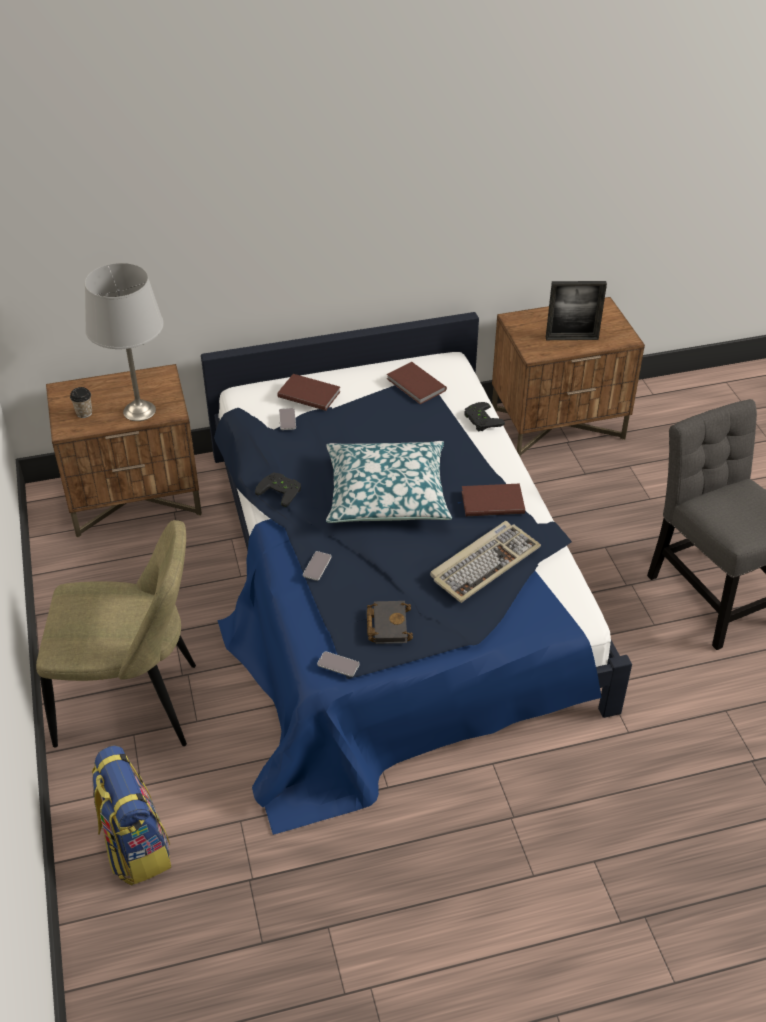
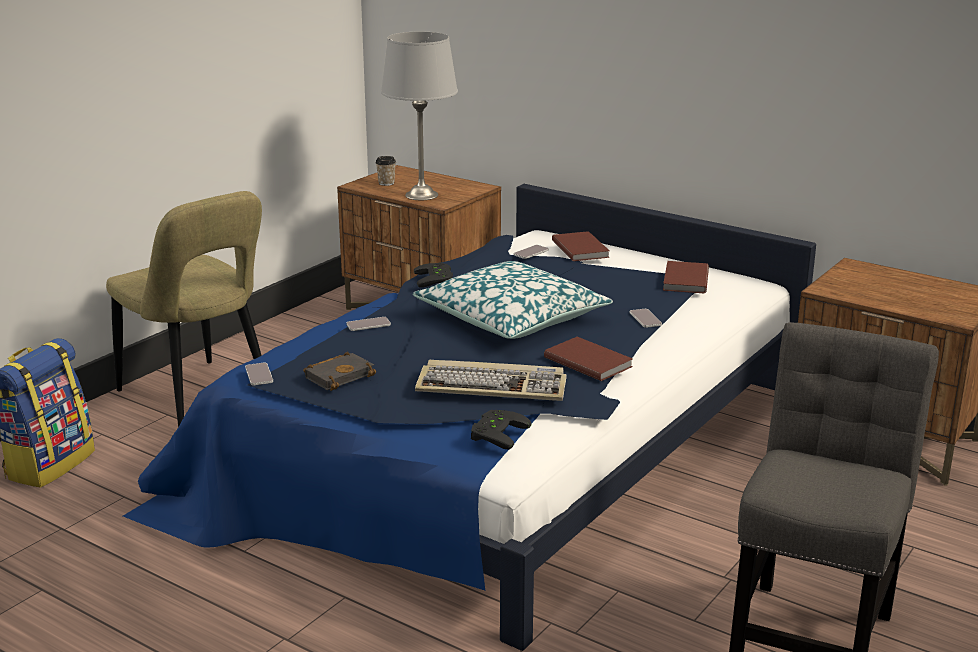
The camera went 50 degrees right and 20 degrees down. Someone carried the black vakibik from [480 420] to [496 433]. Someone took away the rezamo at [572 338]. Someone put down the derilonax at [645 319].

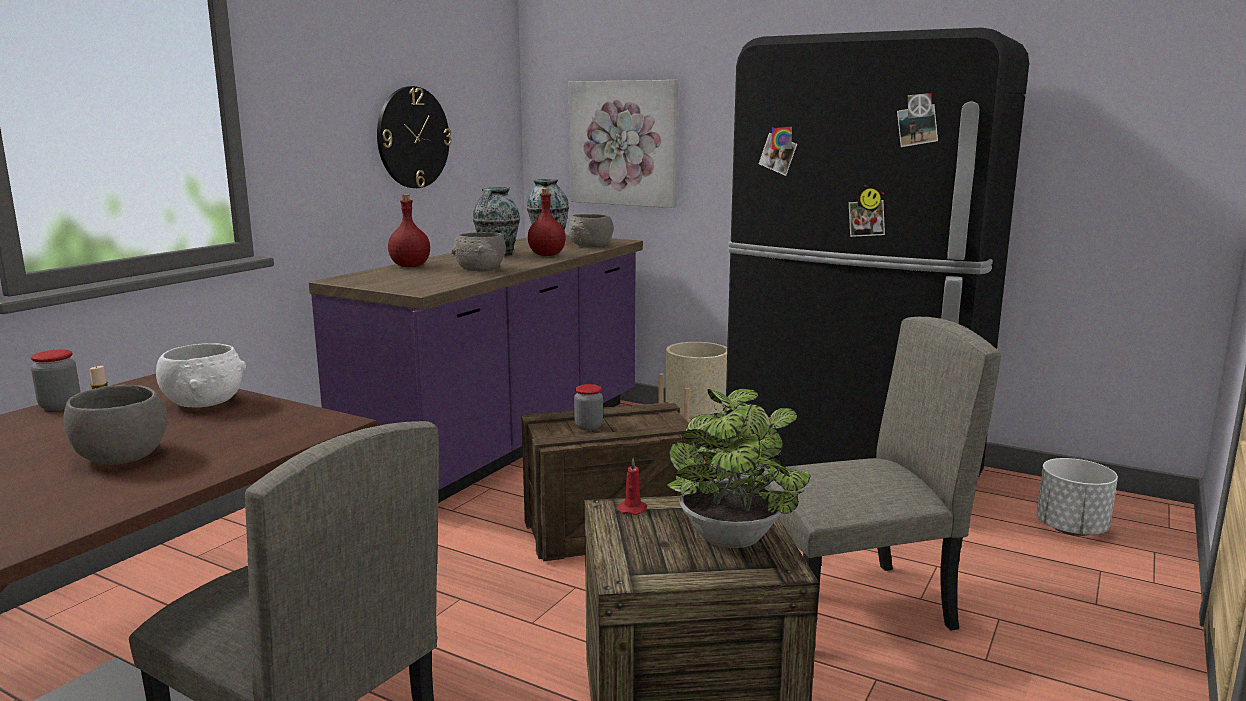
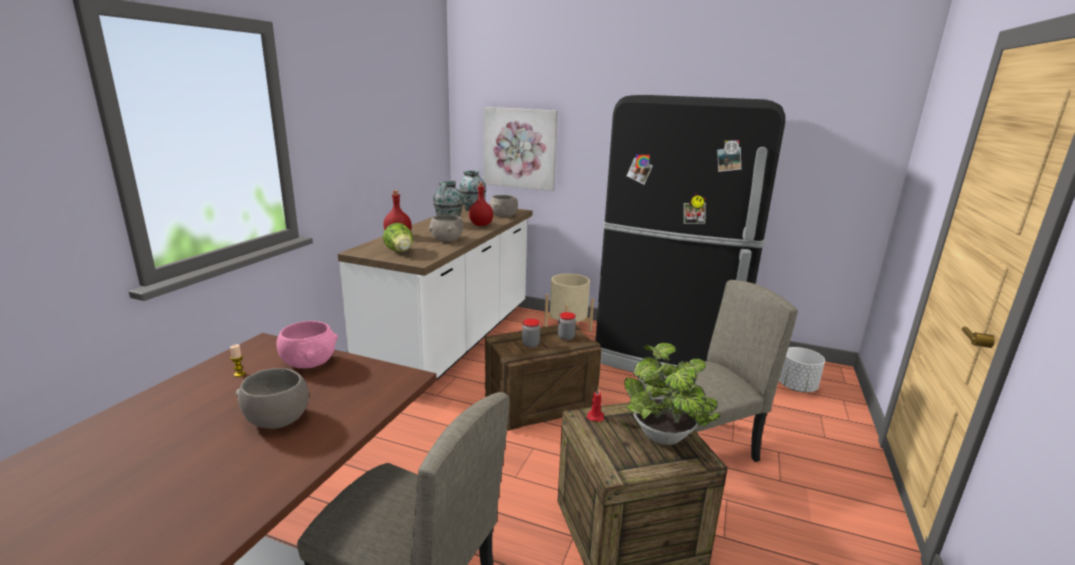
The camera went 10 degrees left and 5 degrees up. Someone carried the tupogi from [60 406] to [566 337]. Someone repainted the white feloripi at [205 402], which became the pink feloripi at [309 362]. Someone repainted the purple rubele at [504 445], which became the white rubele at [453 343]. Someone took away the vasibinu at [413 137]. Someone put down the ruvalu at [400 252].

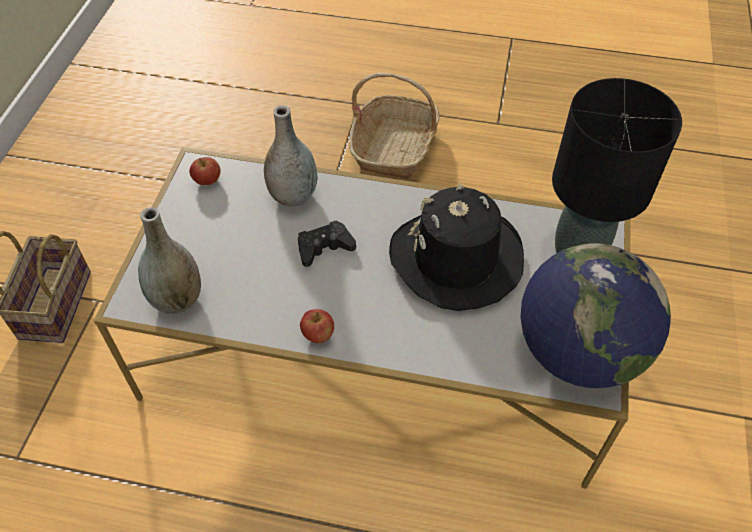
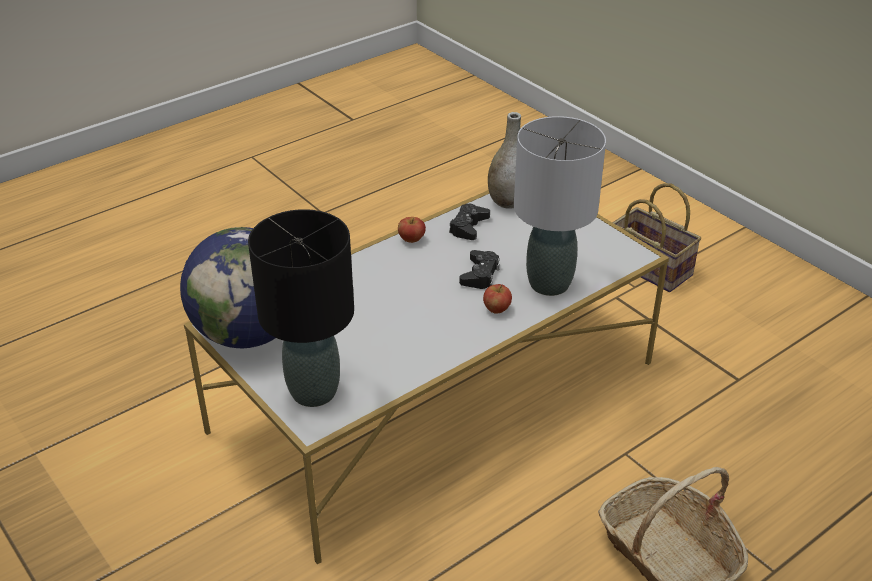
The camera went 130 degrees right and 15 degrees down. Someone carried the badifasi from [207 181] to [496 309]. Someone swapped the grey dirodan at [293 196] for the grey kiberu at [549 284]. Someone took away the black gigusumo at [456 259]. Someone put down the black vakibik at [468 227].

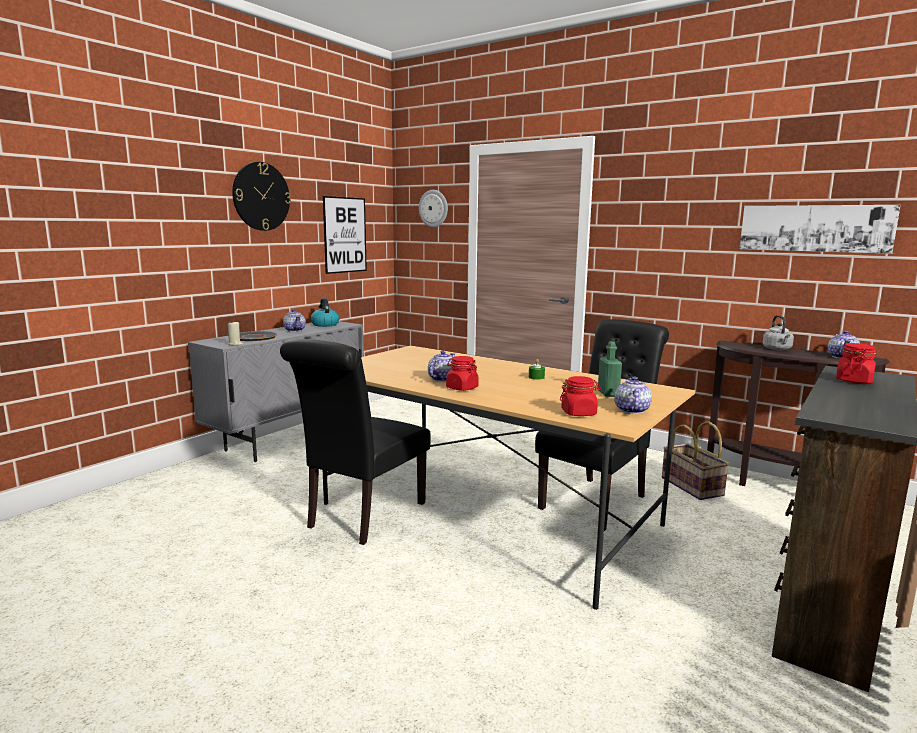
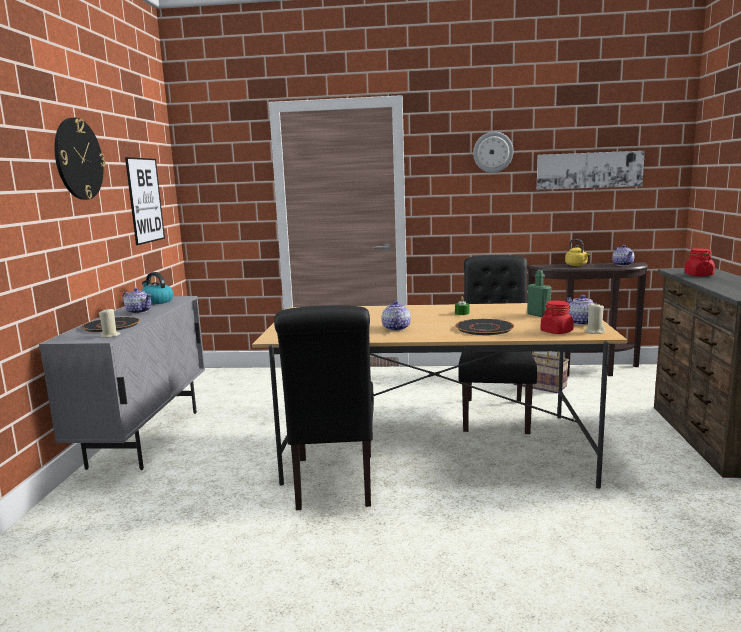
The camera went 30 degrees left and 0 degrees up. Someone carried the vasibinu from [433 208] to [493 152]. Someone took away the red tupogi at [461 388]. Someone repainted the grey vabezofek at [777 349], which became the yellow vabezofek at [577 265]. Someone put down the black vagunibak at [484 328]. Someone put down the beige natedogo at [594 332].

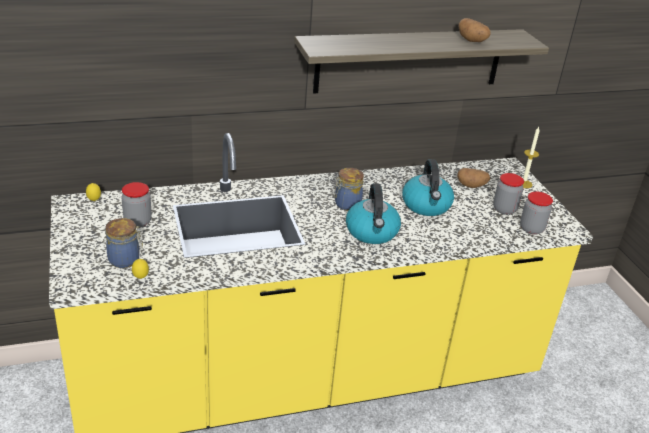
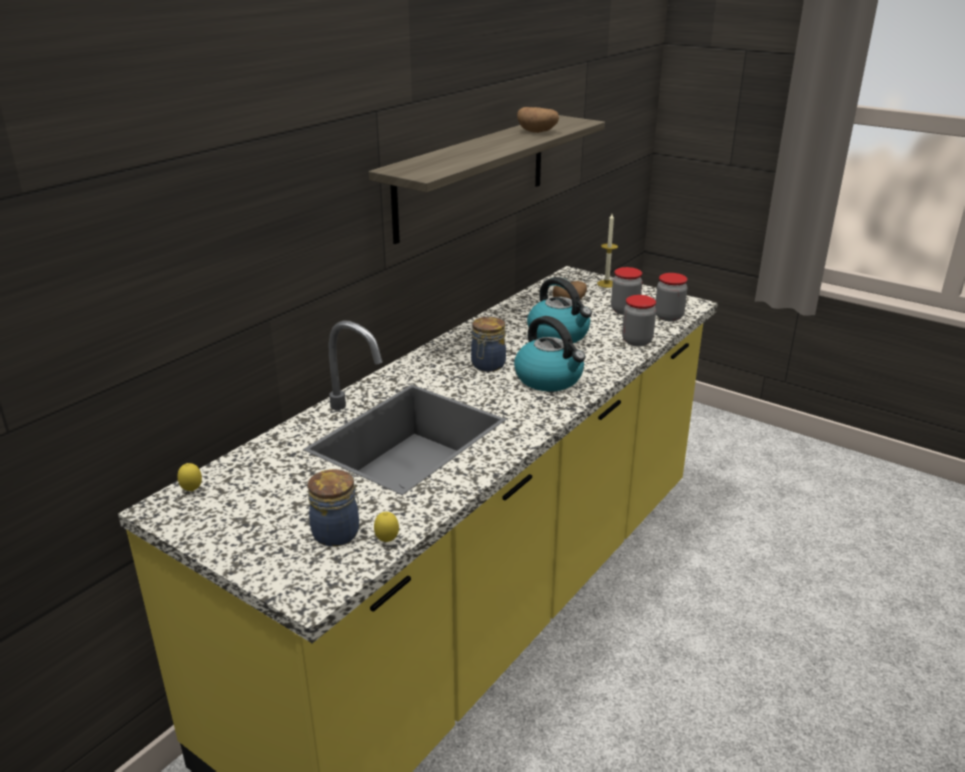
The camera went 35 degrees left and 5 degrees down. Someone carried the tupogi from [138 222] to [637 341].

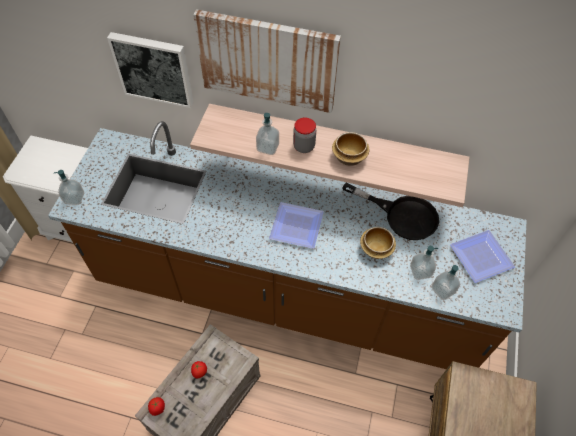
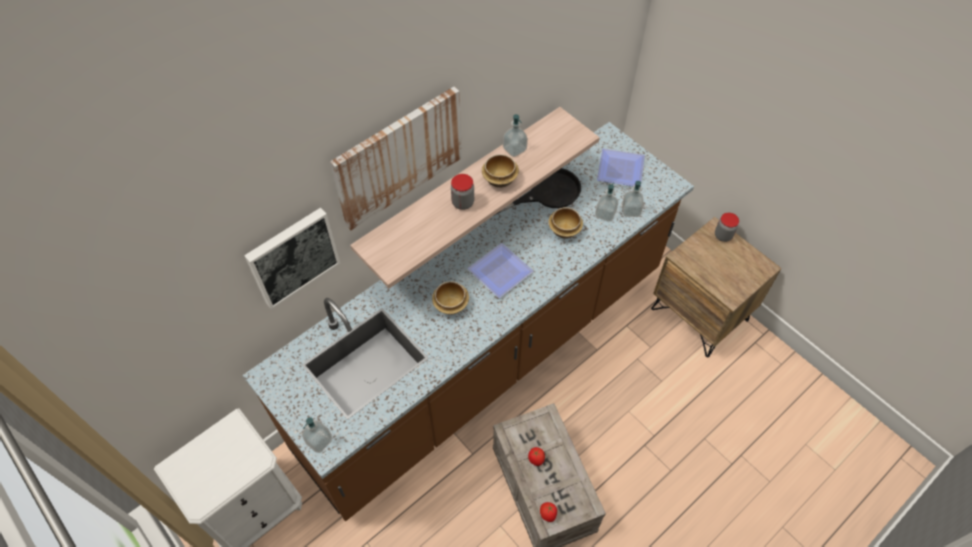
The camera went 55 degrees left and 0 degrees up. Someone carried the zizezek from [267 147] to [514 149]. Someone put down the feloripi at [451 305]. Someone put down the tupogi at [723 235].

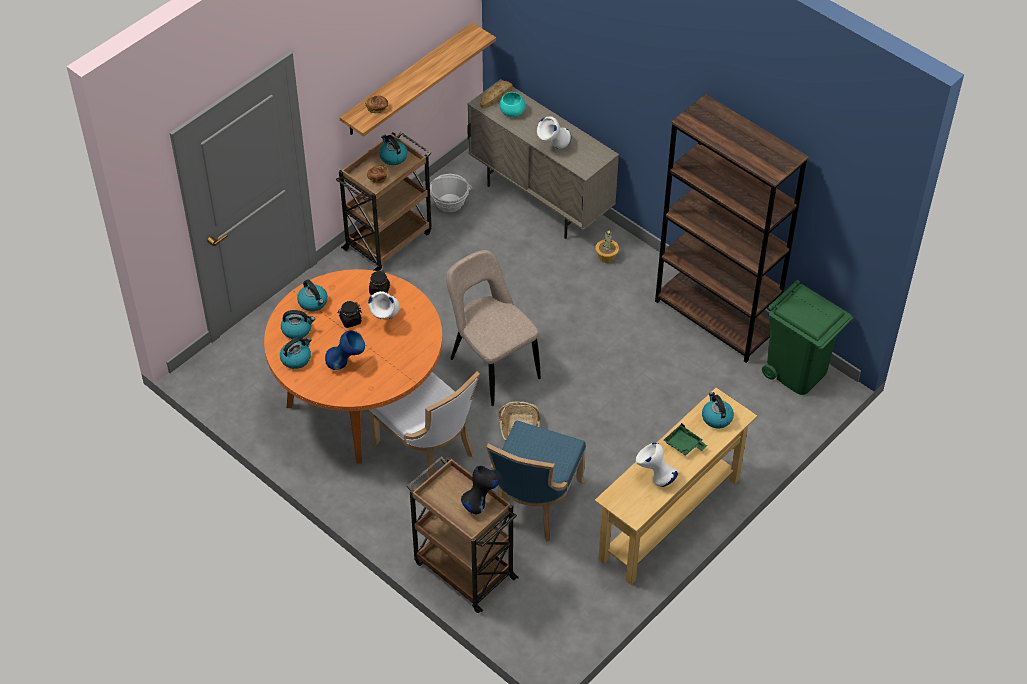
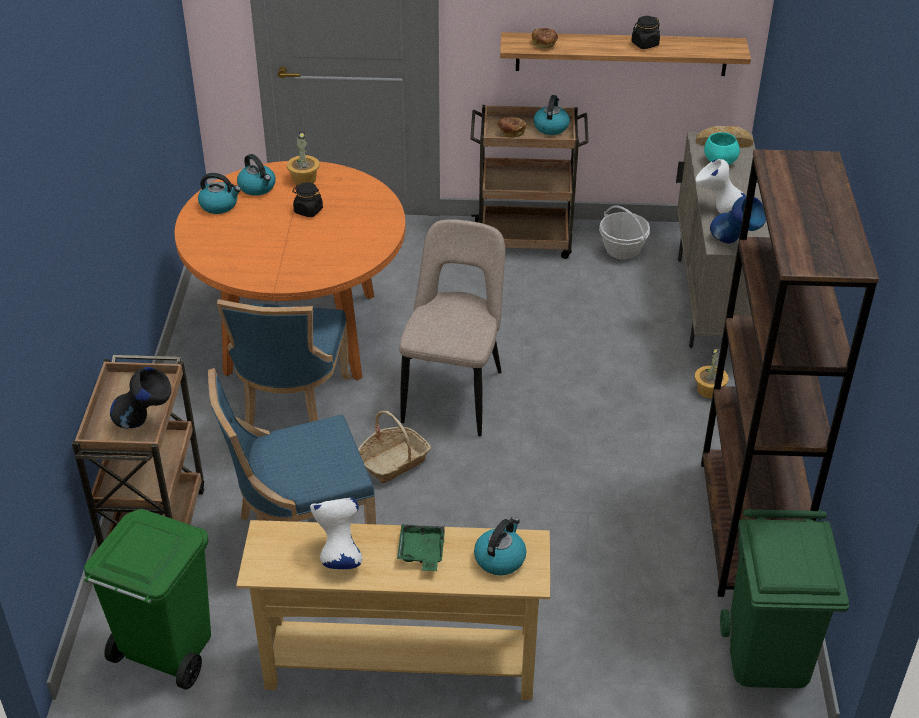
The camera went 50 degrees right and 10 degrees down. Someone swapped the vabezofek at [313 302] for the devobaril at [304 179]. Someone carried the blue dirodan from [346 364] to [735 243]. Someone took away the white dirodan at [385 320]. Someone carried the black tupogi from [379 290] to [644 44]. Someone repainted the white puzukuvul at [428 450], which became the blue puzukuvul at [292 411]. Someone put down the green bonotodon at [166 652].

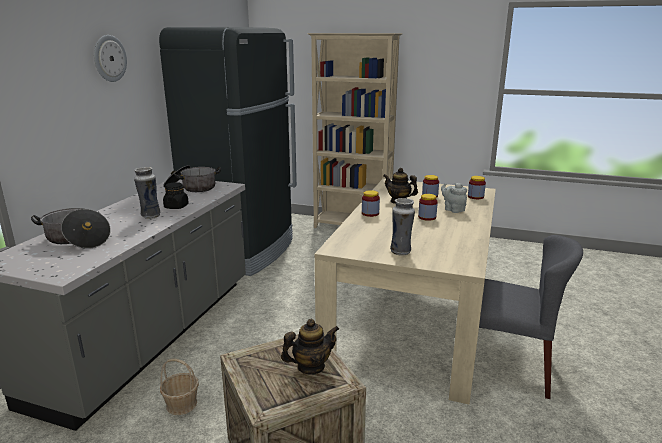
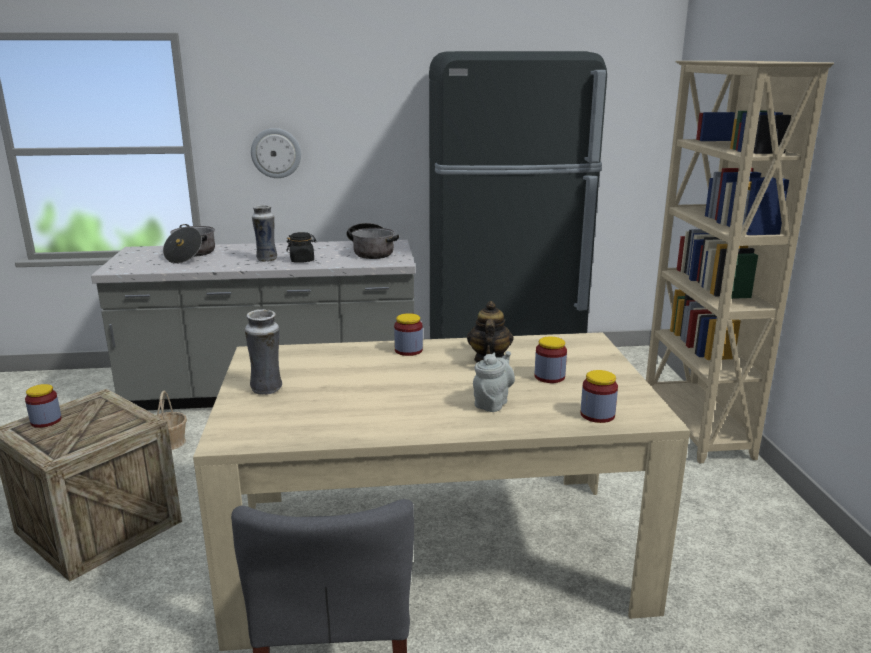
The camera went 65 degrees right and 0 degrees up. Someone carried the vasibinu from [109 58] to [276 153]. Someone took away the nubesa at [311 367]. Someone carried the tupogi from [427 217] to [46 421].

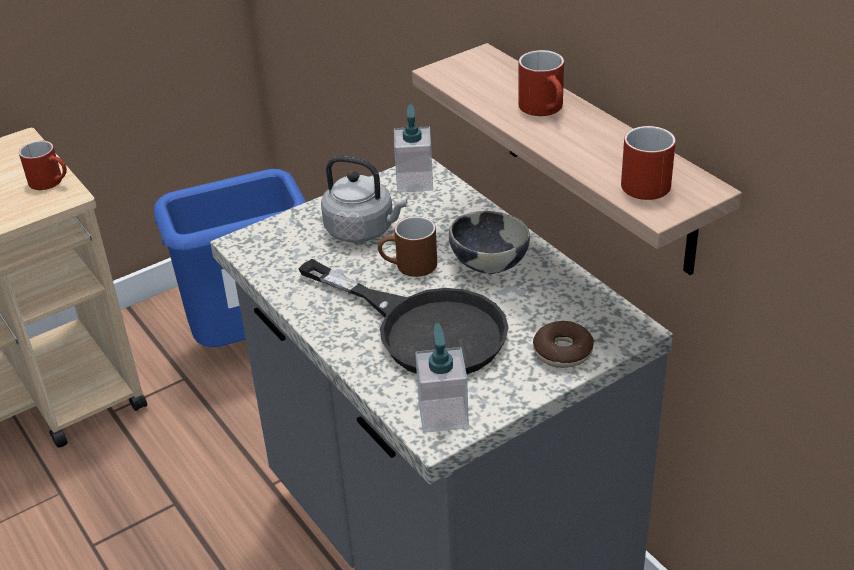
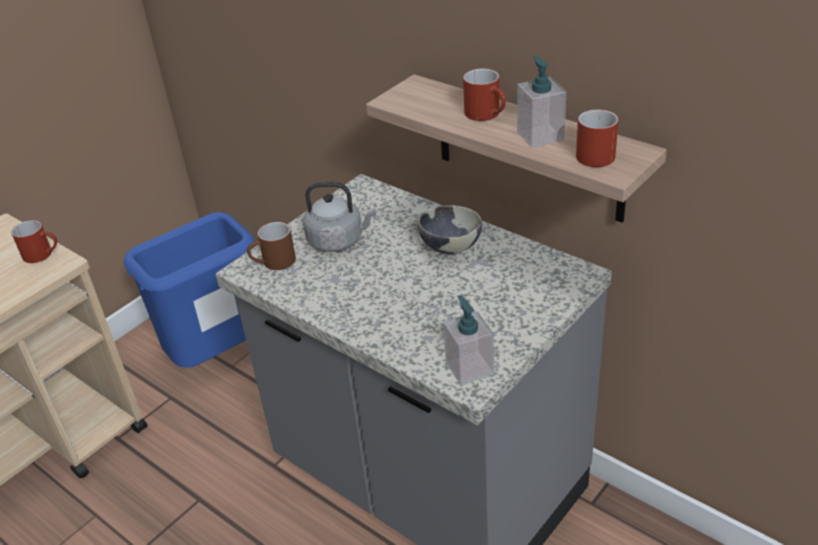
The camera went 15 degrees left and 0 degrees up. Someone took away the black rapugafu at [424 328]. Someone carried the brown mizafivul from [409 267] to [273 263]. Someone carried the zizezek from [414 181] to [540 136]. Someone took away the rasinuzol at [563 352].

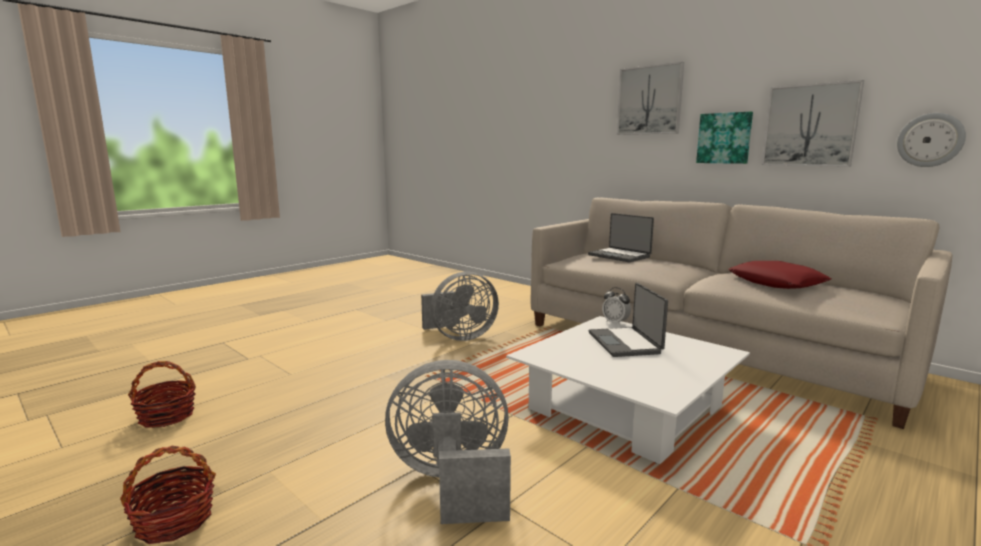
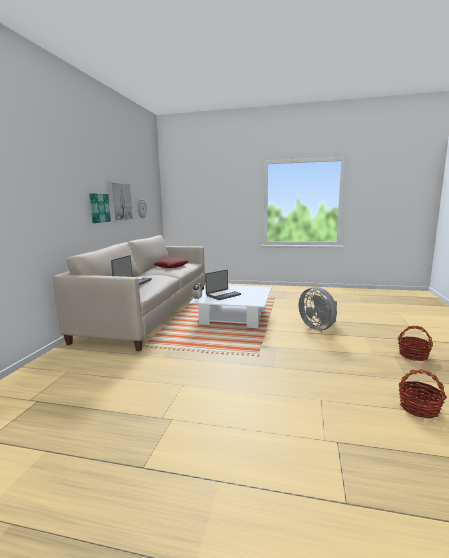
The camera went 120 degrees left and 0 degrees up. Someone took away the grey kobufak at [459 337]. Someone took away the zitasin at [649 100].

